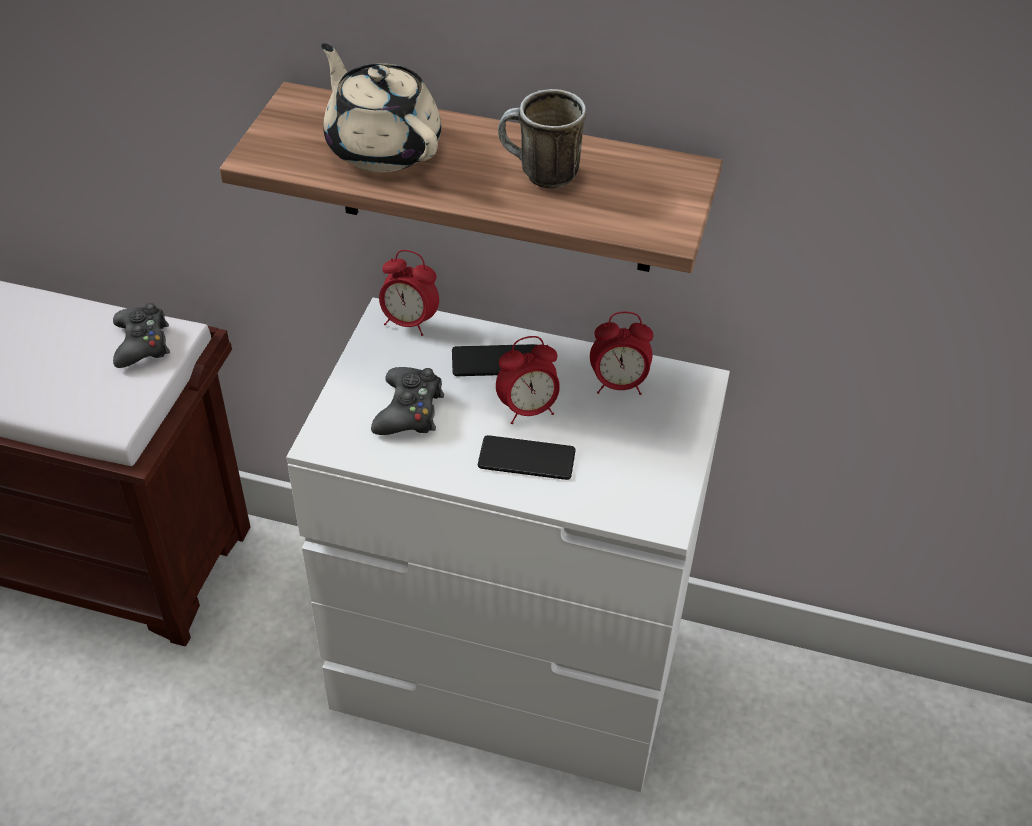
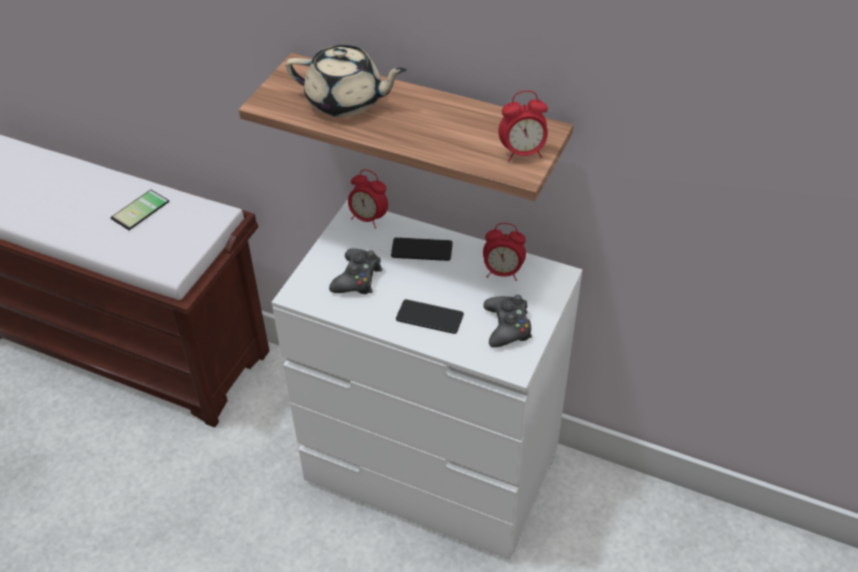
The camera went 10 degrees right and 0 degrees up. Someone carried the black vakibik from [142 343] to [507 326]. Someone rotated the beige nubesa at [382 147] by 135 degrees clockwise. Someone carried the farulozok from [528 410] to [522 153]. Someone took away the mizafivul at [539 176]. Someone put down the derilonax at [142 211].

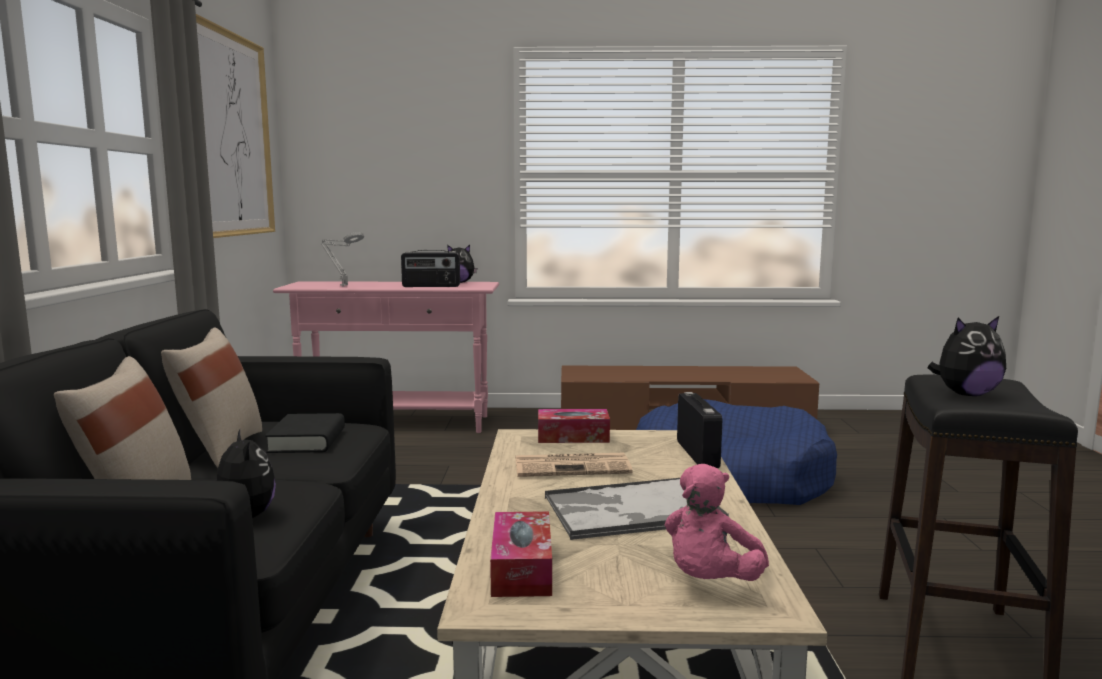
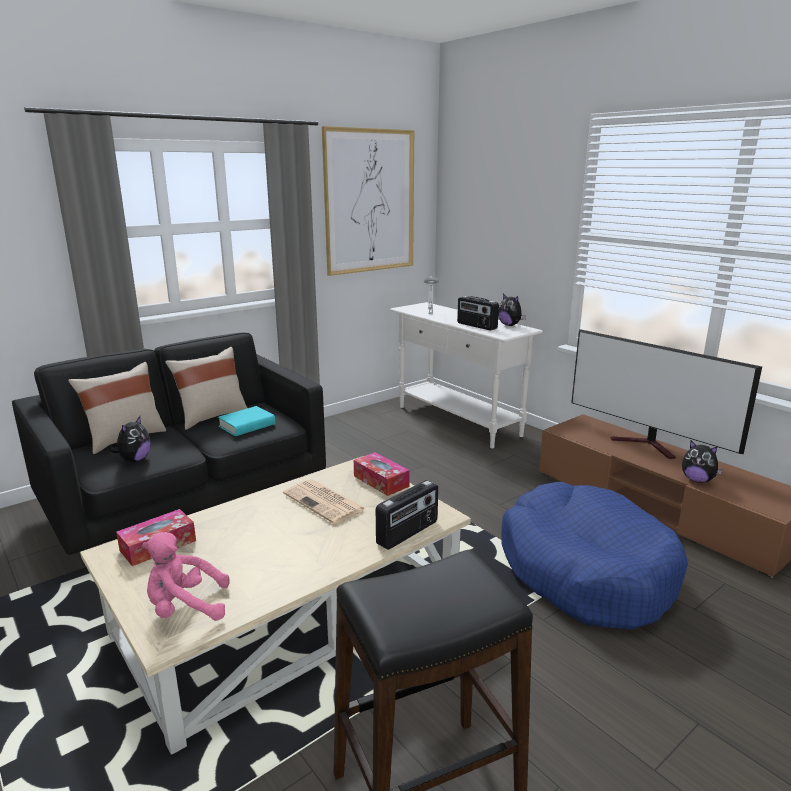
The camera went 50 degrees right and 10 degrees up. Someone repainted the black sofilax at [307 440], which became the turquoise sofilax at [247 425]. Someone repainted the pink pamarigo at [396 424], which became the white pamarigo at [458 421]. Someone took away the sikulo at [631 510]. Someone carried the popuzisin from [966 394] to [697 480]. Someone put down the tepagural at [648 445].

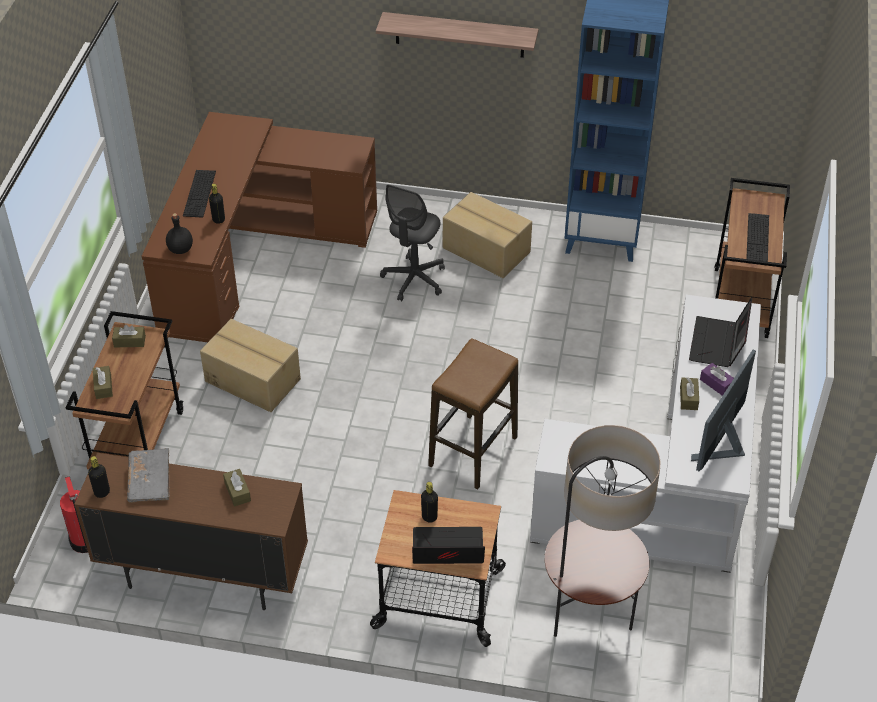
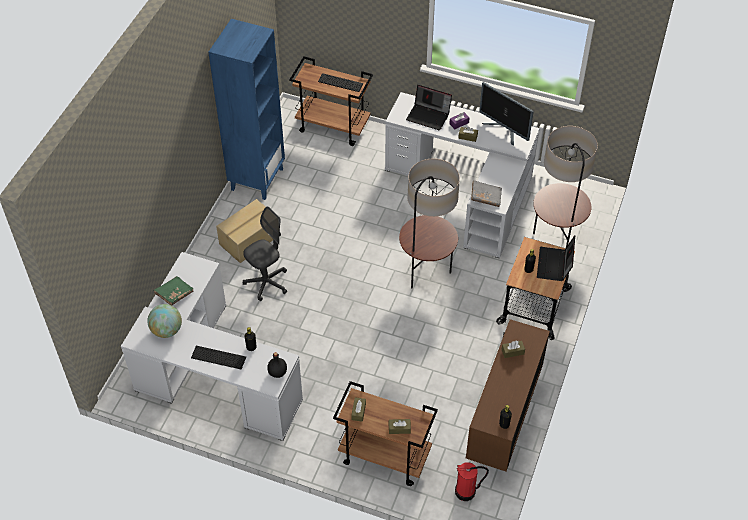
The camera went 80 degrees left and 5 degrees up. Someone carried the grey sofilax from [150 481] to [485 197]. Someone repainted the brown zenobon at [252 252], which became the white zenobon at [210 375]. Someone took away the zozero at [253 379]. Someone took away the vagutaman at [459 35]. Someone rotated the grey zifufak at [414 279] by 75 degrees counterclockwise. Someone swapped the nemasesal at [473 451] for the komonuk at [426 274]. Someone put down the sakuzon at [166 330]. Someone put down the green sofilax at [174 294].

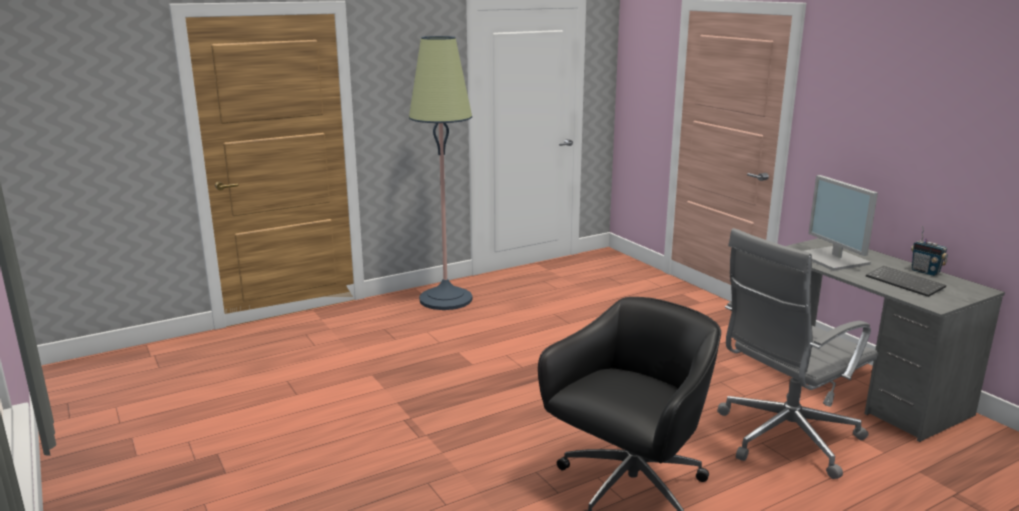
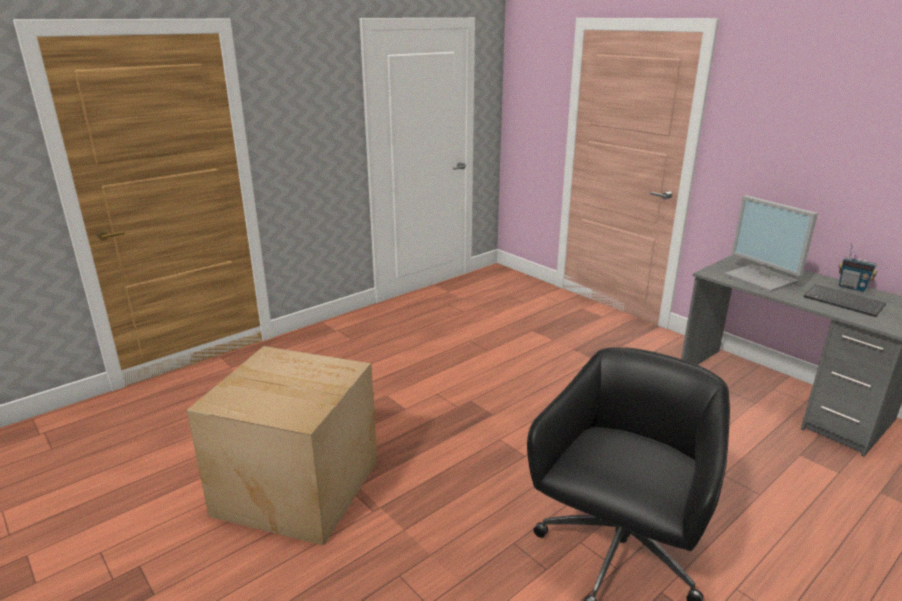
The camera went 10 degrees left and 5 degrees up. Someone took away the komonuk at [445 299]. Someone took away the grey zifufak at [784 438]. Someone put down the zozero at [297 486].

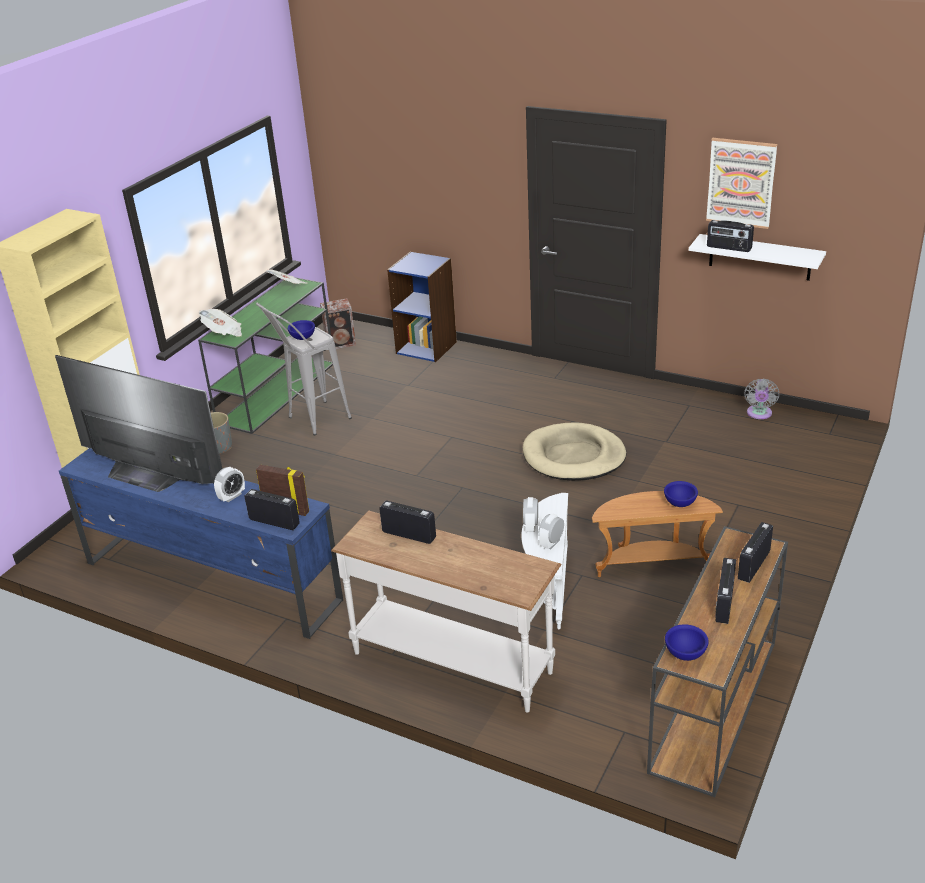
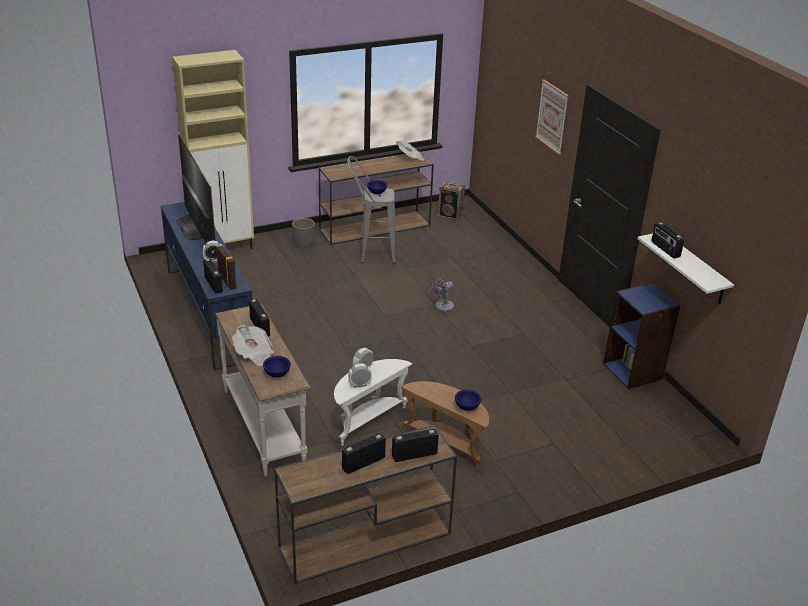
The camera went 35 degrees right and 0 degrees up. Someone repainted the green pamarigo at [278 392], which became the brown pamarigo at [376 227]. Someone carried the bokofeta from [223 333] to [253 354]. Someone carried the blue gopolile from [426 347] to [633 371]. Someone took away the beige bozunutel at [573 456]. Someone carried the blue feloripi from [686 653] to [277 374]. Someone carried the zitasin from [741 182] to [552 116]. Someone carried the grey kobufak from [759 414] to [442 306].

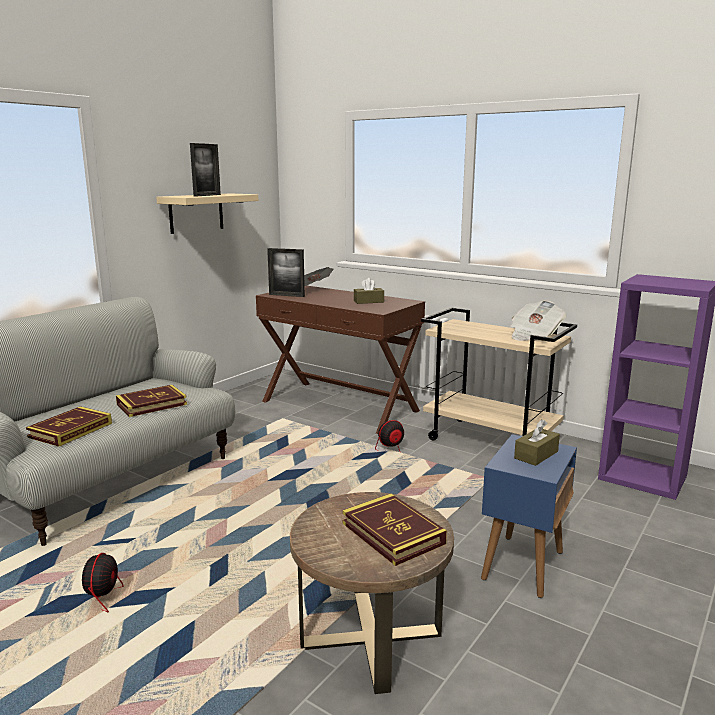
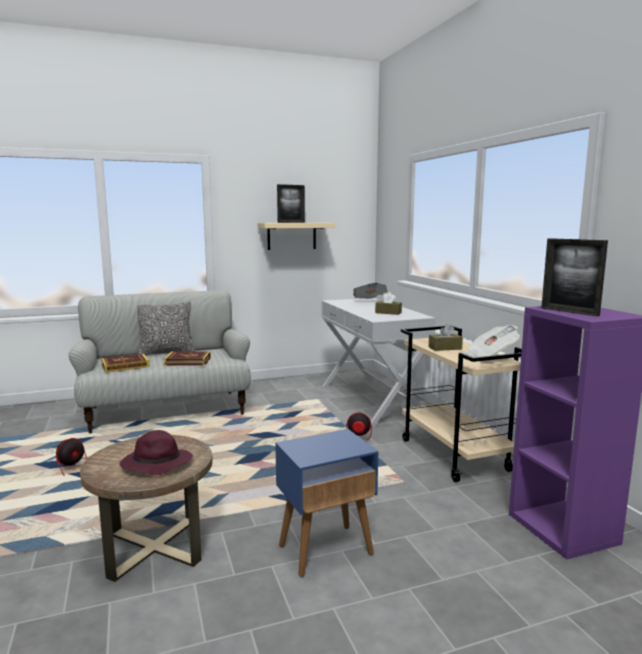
The camera went 35 degrees right and 5 degrees down. Someone repainted the brown pamarigo at [340 406], which became the white pamarigo at [372 400]. Someone carried the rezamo from [286 295] to [569 311]. Someone swapped the sofilax at [392 533] for the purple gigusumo at [155 464]. Someone carried the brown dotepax from [536 455] to [445 348]. Someone put down the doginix at [166 352].

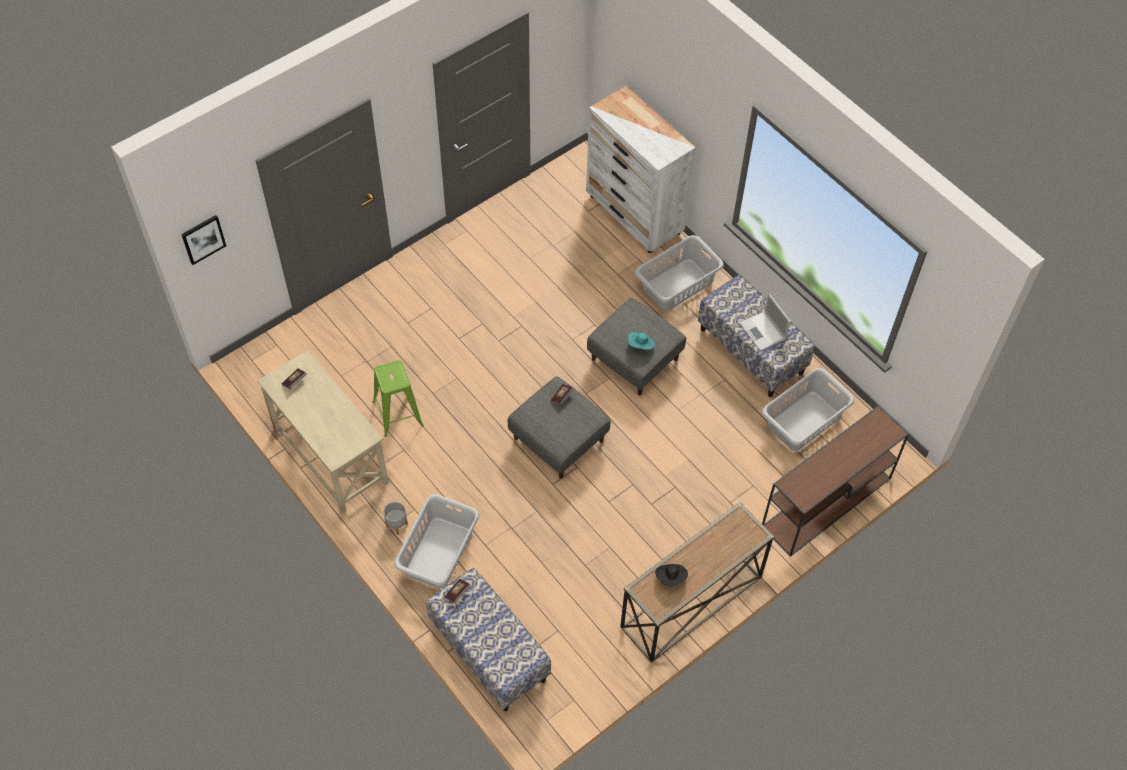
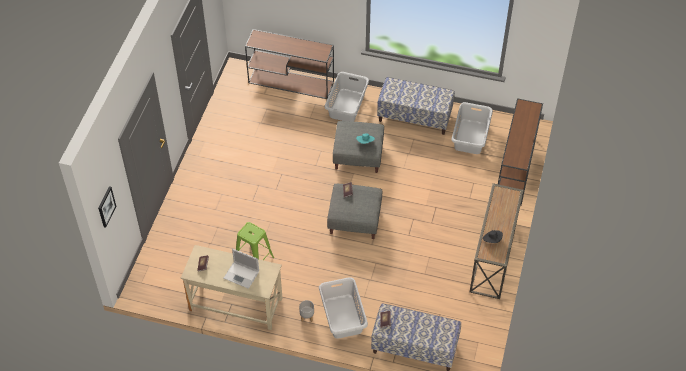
The camera went 35 degrees left and 5 degrees down. Someone swapped the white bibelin at [634 215] for the brown pamarigo at [292 82]. Someone carried the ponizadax from [763 331] to [242 275].

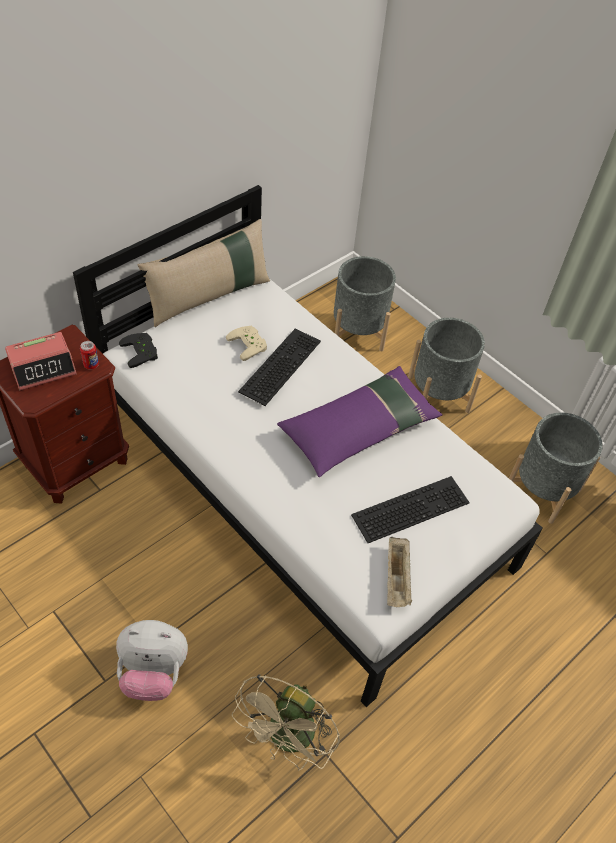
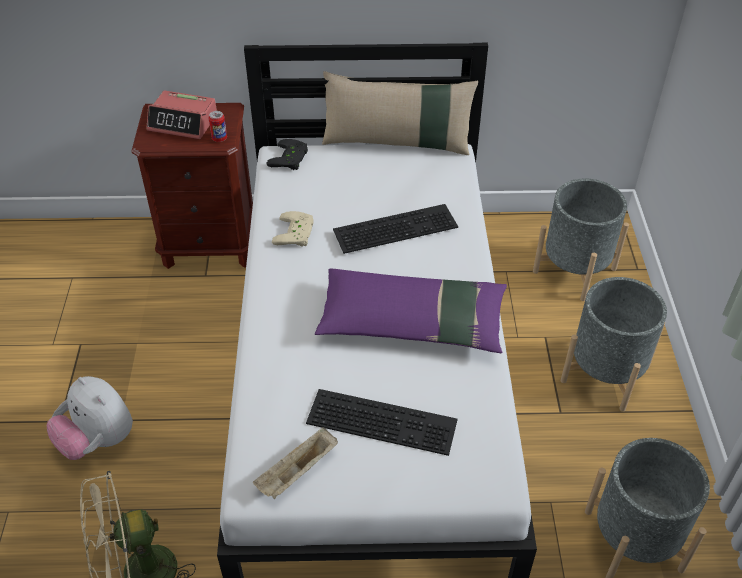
The camera went 45 degrees right and 5 degrees down. Someone carried the beige vakibik from [250 344] to [297 233].

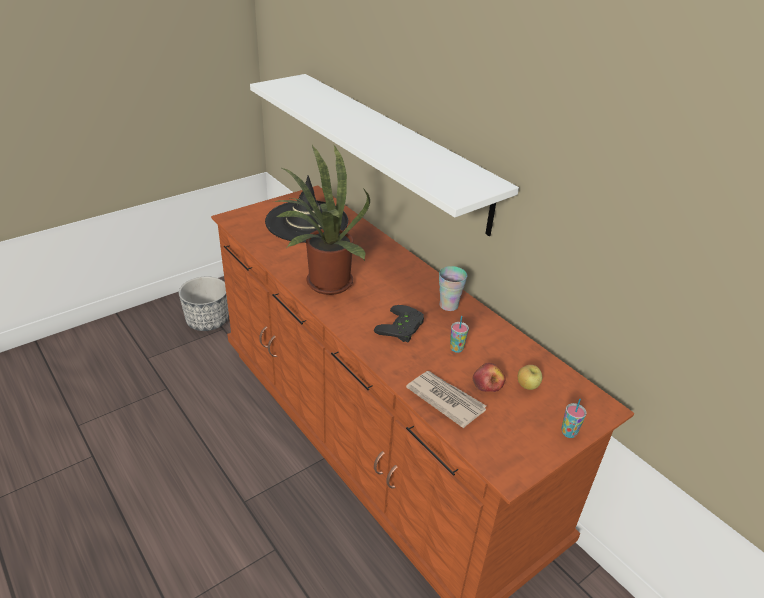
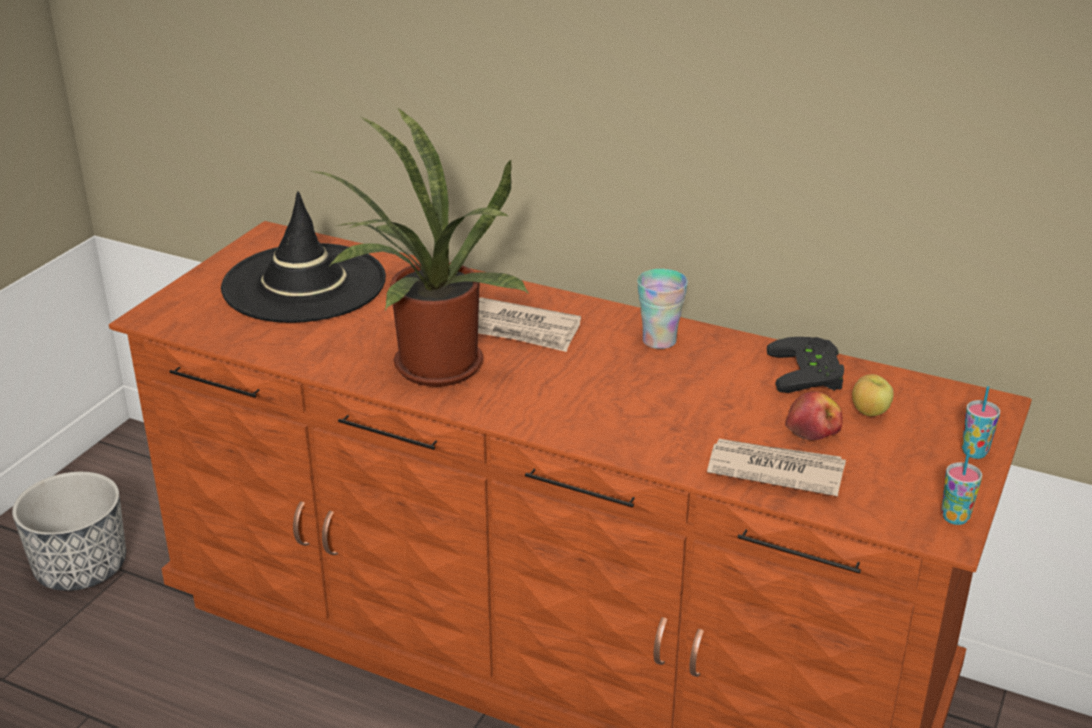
The camera went 25 degrees left and 5 degrees down. Someone took away the white vagutaman at [393 148]. Someone carried the black vakibik from [403 328] to [811 372]. Someone carried the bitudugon from [456 348] to [955 517]. Someone put down the bokofeta at [521 330].

